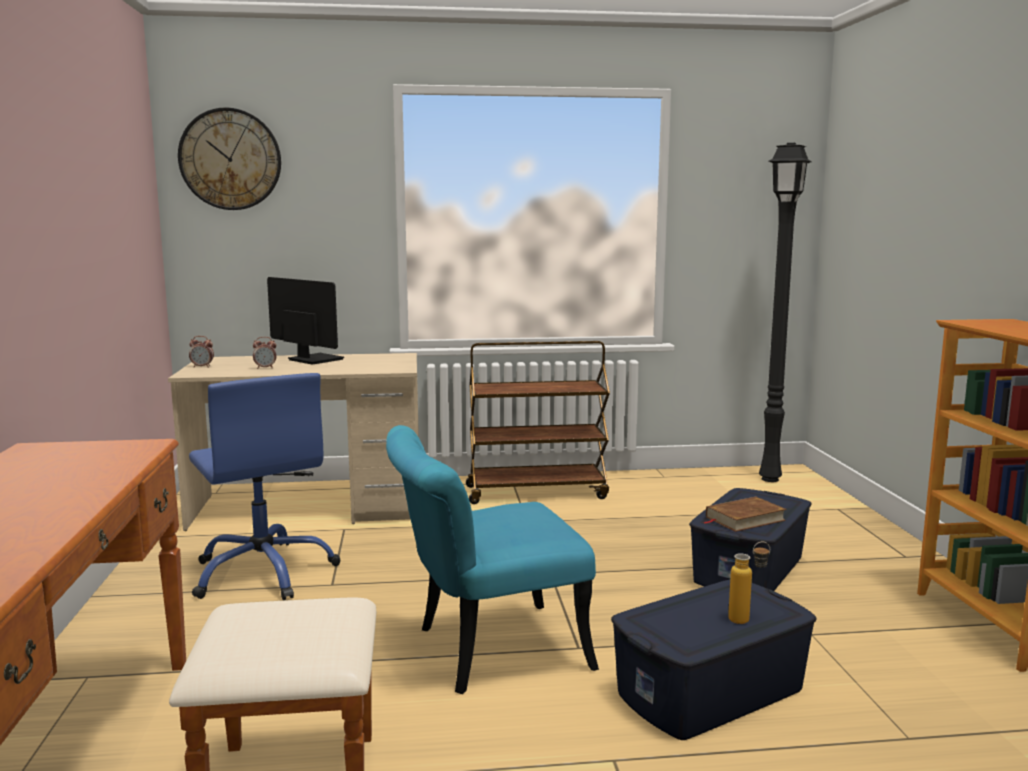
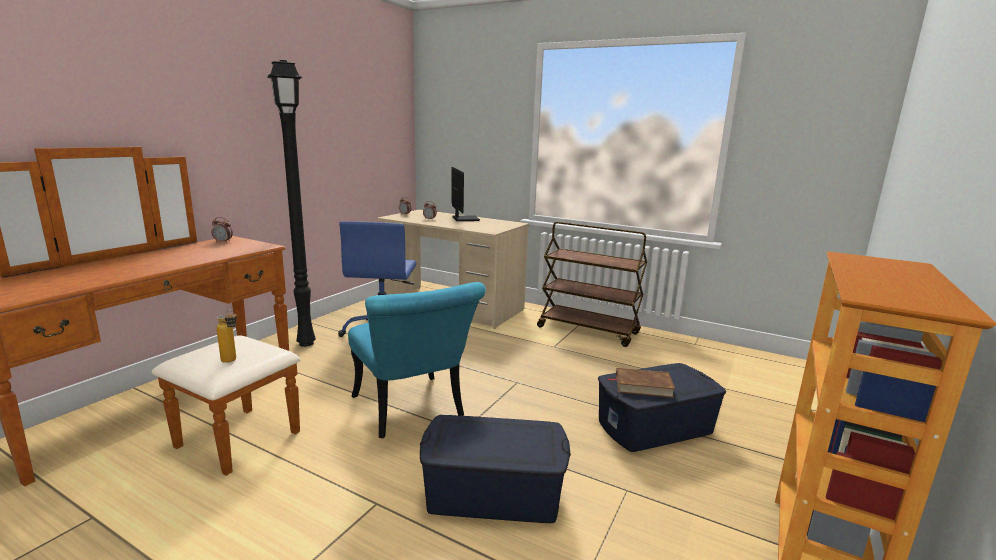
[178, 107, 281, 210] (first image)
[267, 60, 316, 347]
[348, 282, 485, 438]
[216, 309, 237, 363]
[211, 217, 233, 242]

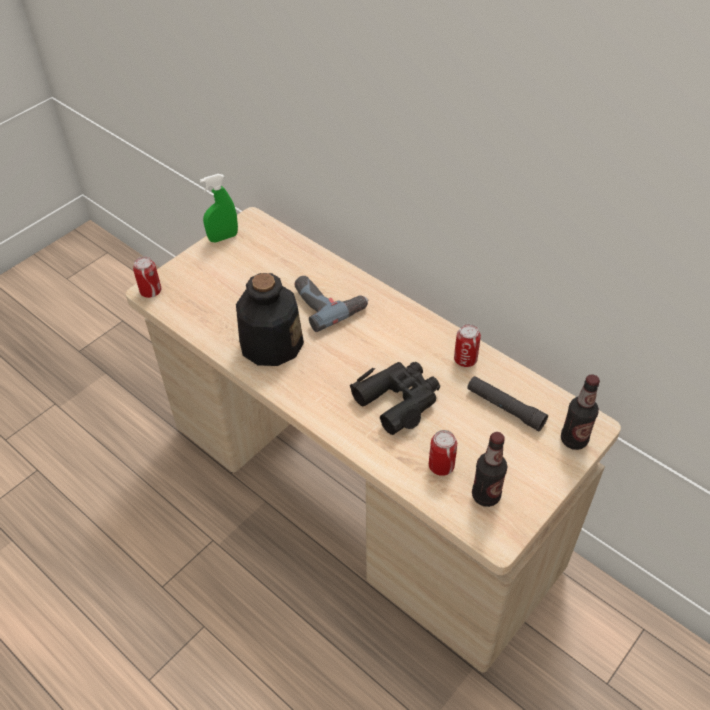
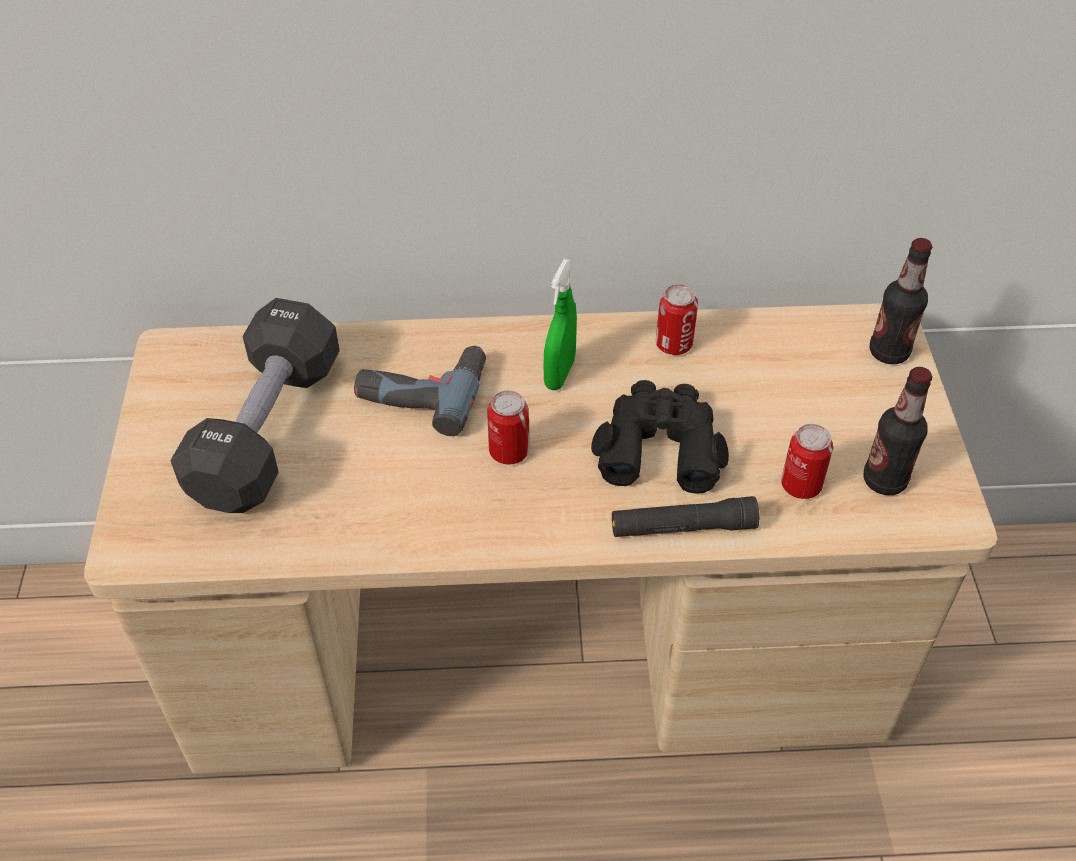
[543, 259, 577, 390]
[487, 390, 529, 465]
[236, 273, 304, 366] (first image)
[612, 496, 760, 537]
[171, 298, 340, 513]

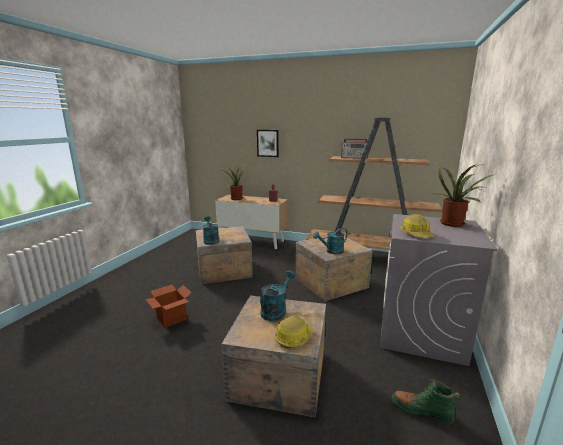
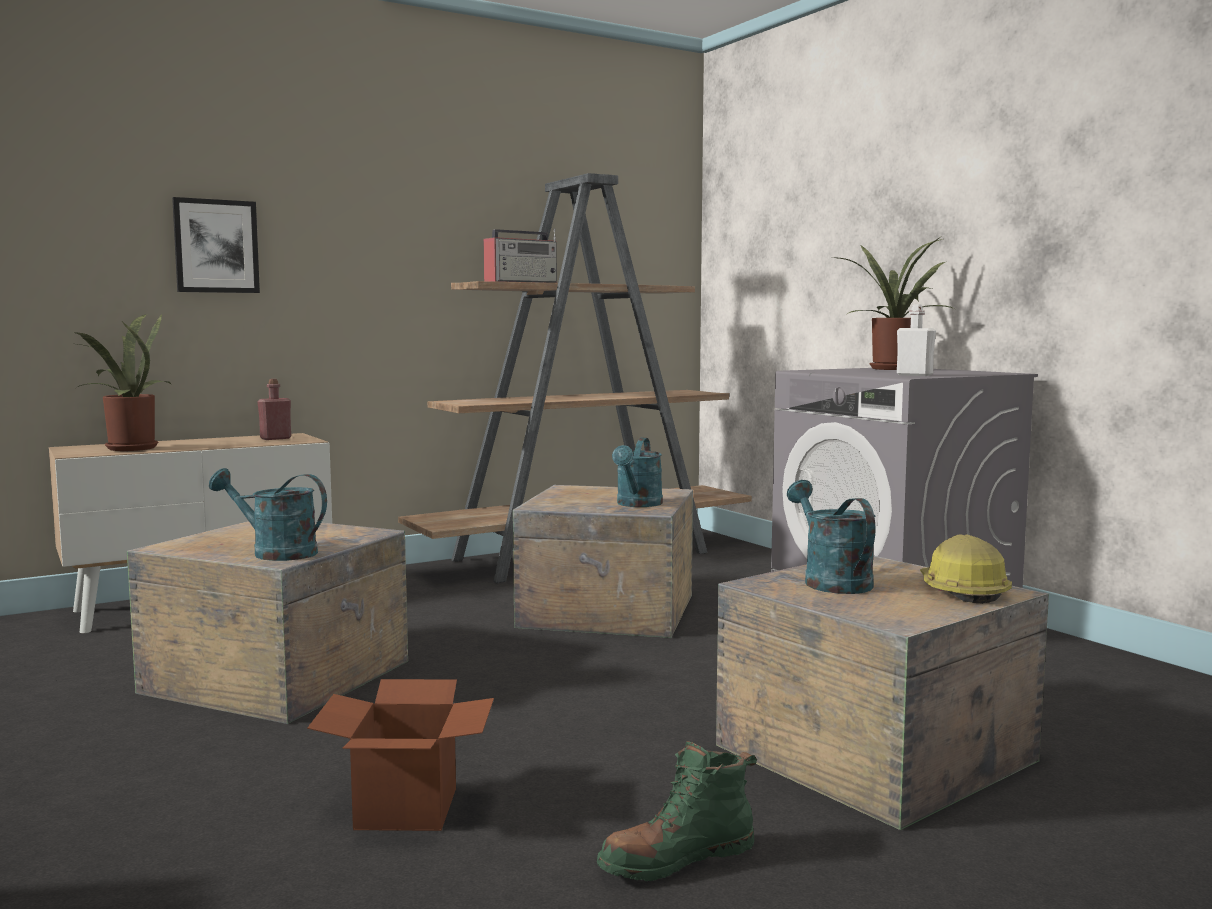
[897, 305, 936, 376]
[597, 741, 757, 881]

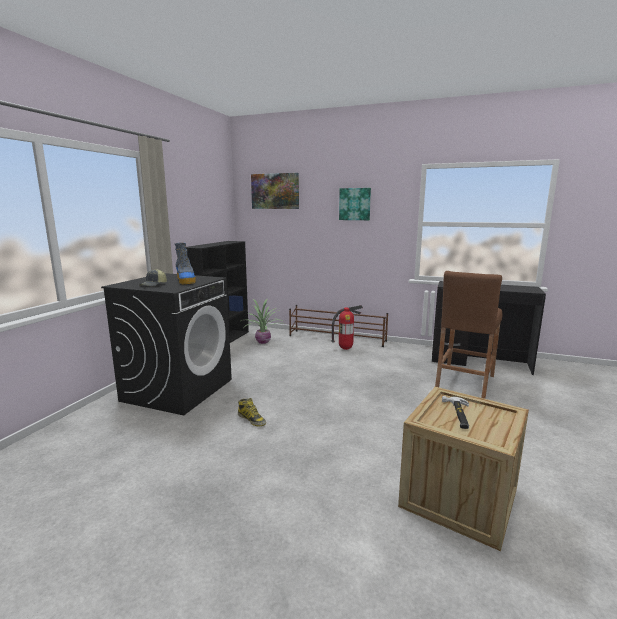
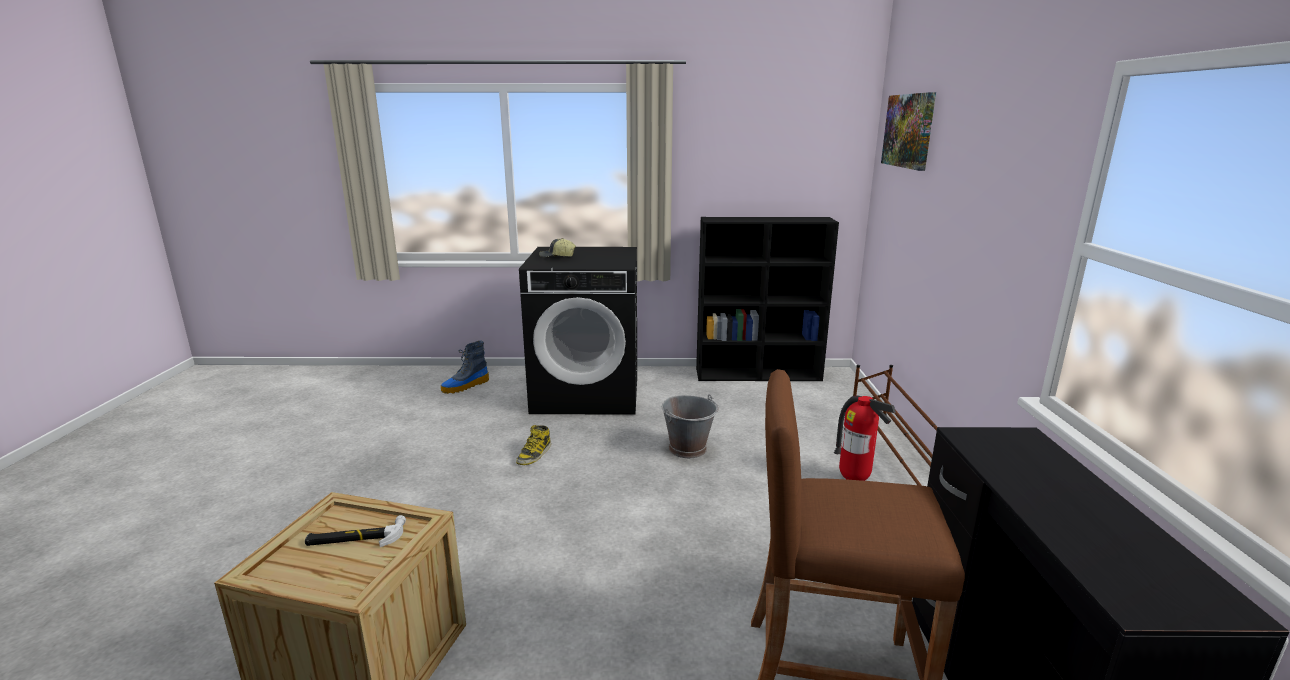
[339, 188, 371, 220] (first image)
[441, 341, 489, 394]
[241, 299, 285, 344] (first image)
[662, 394, 719, 458]

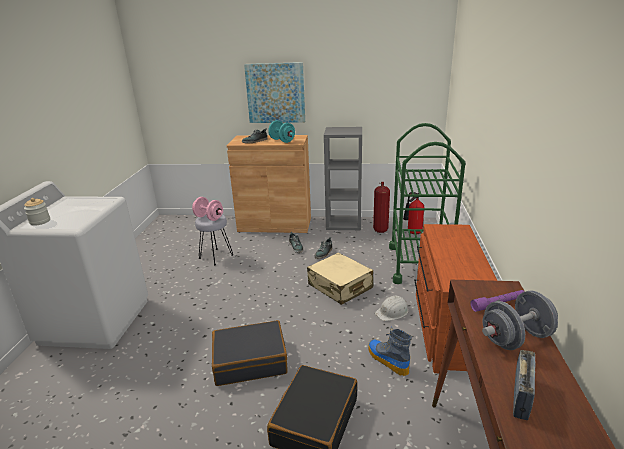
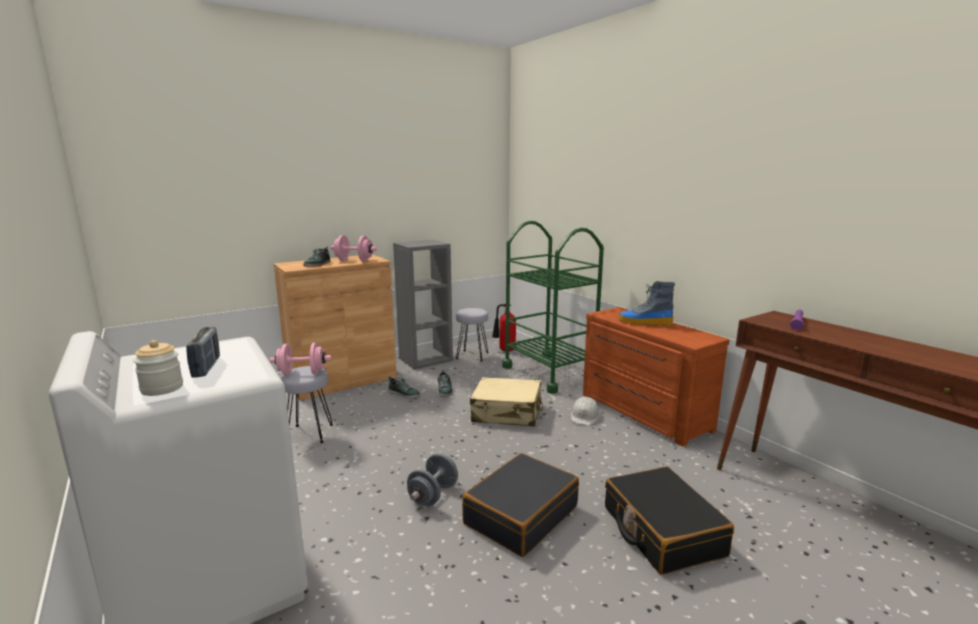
[244, 62, 305, 123] (first image)
[331, 235, 377, 261]
[456, 308, 489, 361]
[407, 453, 458, 506]
[619, 281, 675, 326]
[186, 327, 220, 378]

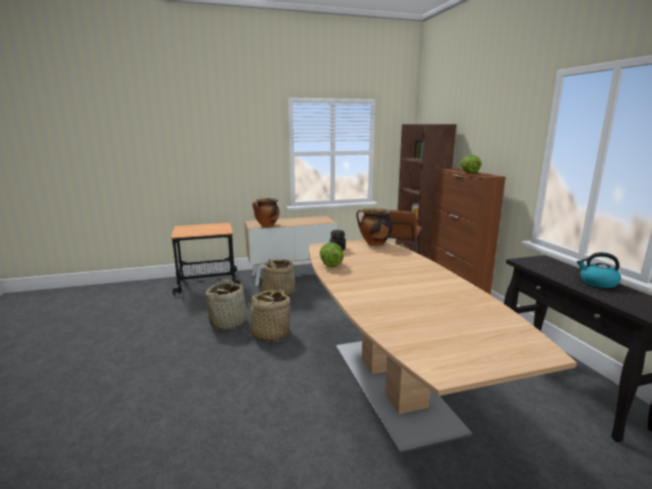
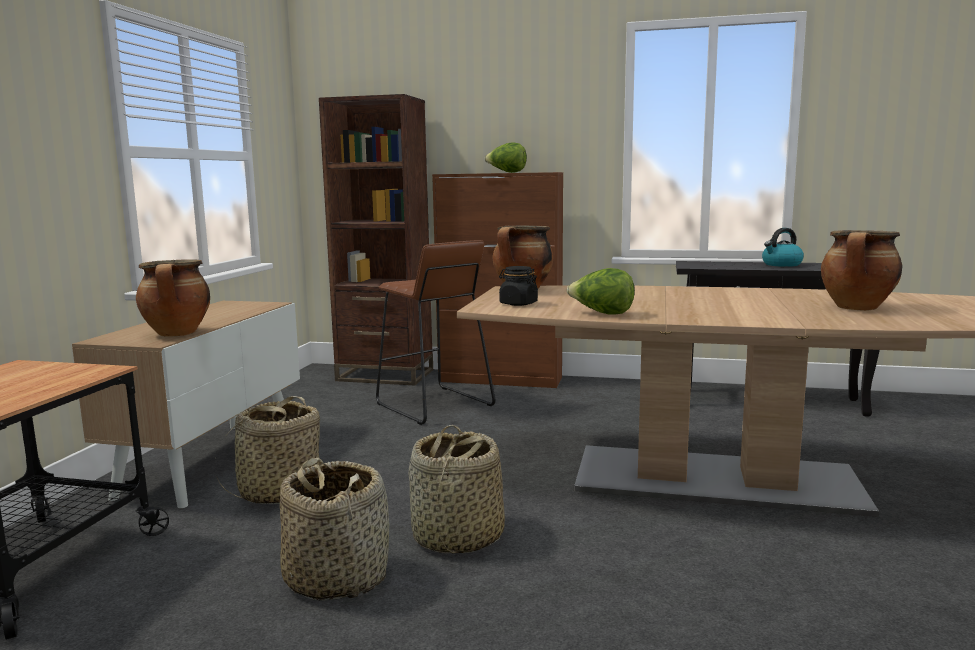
[821, 230, 902, 311]

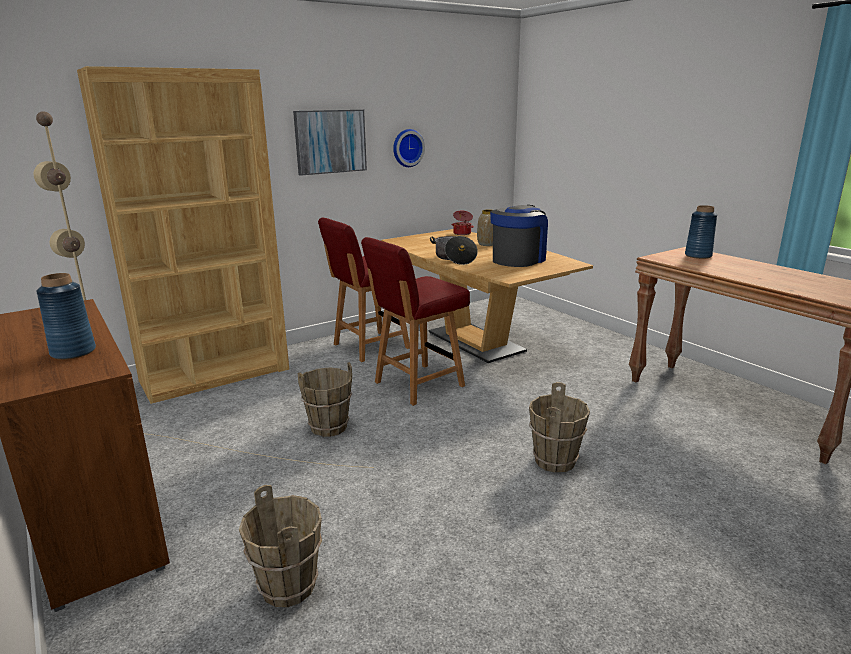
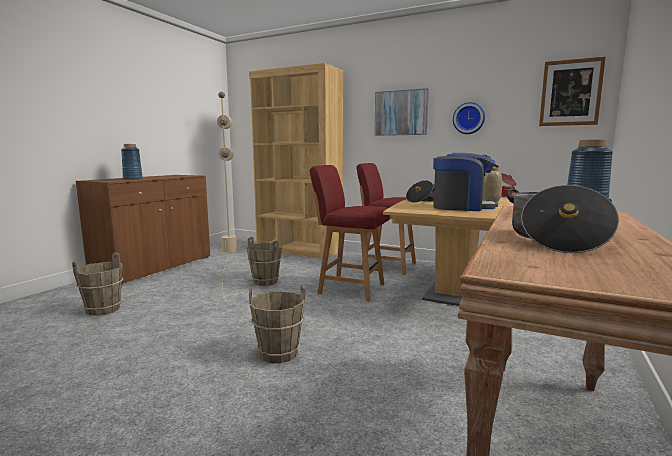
[539, 56, 606, 126]
[507, 185, 619, 253]

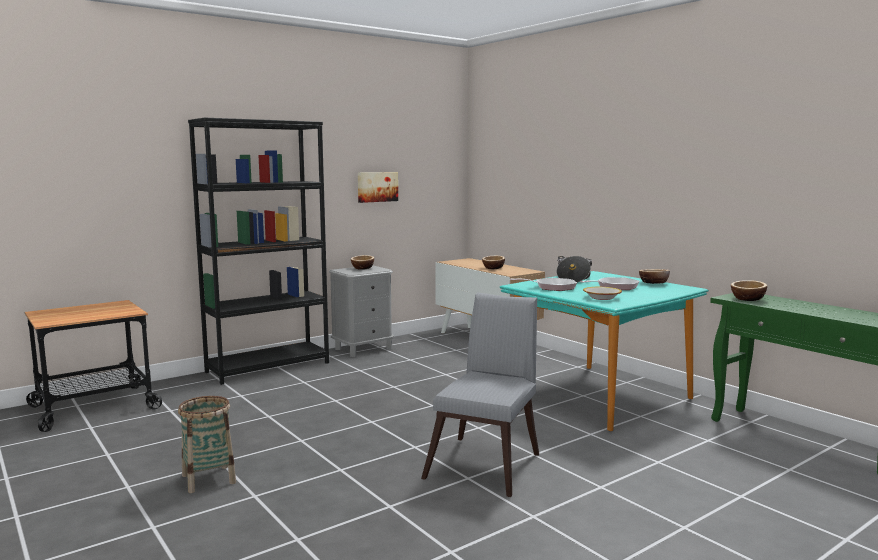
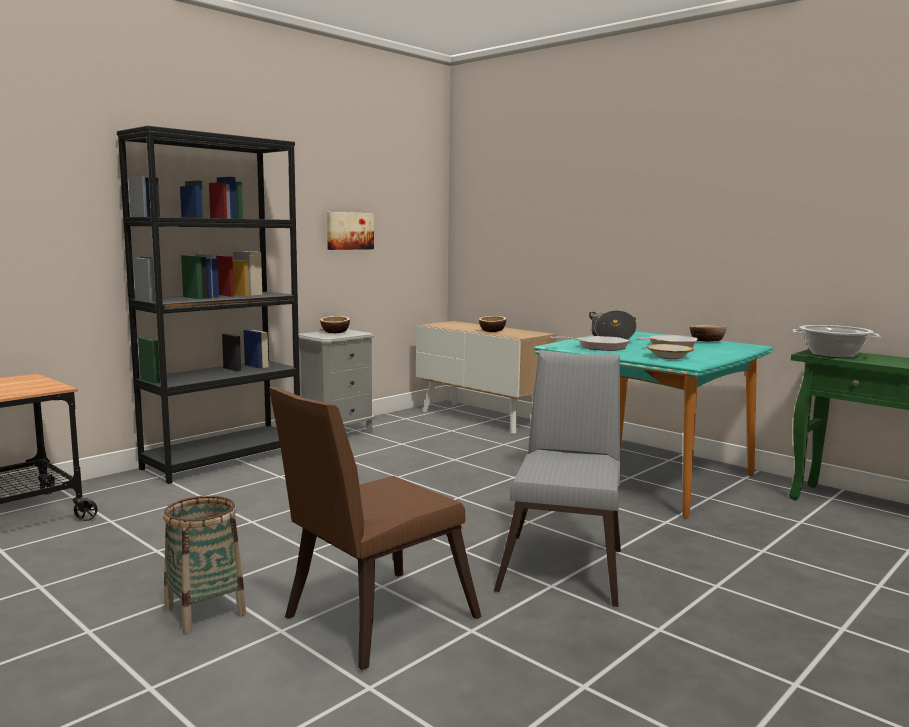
[793, 325, 881, 358]
[269, 387, 482, 670]

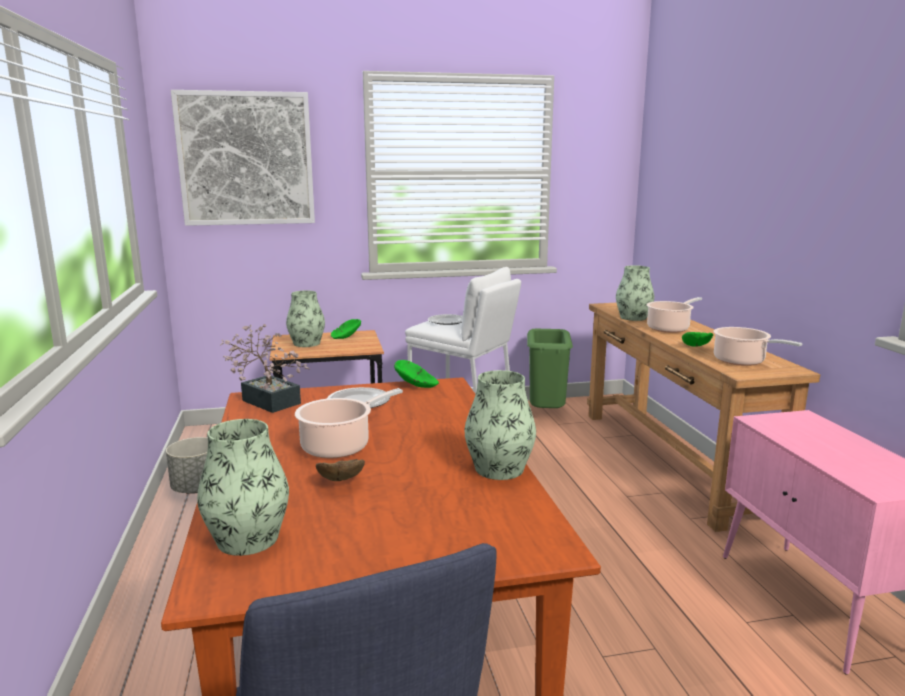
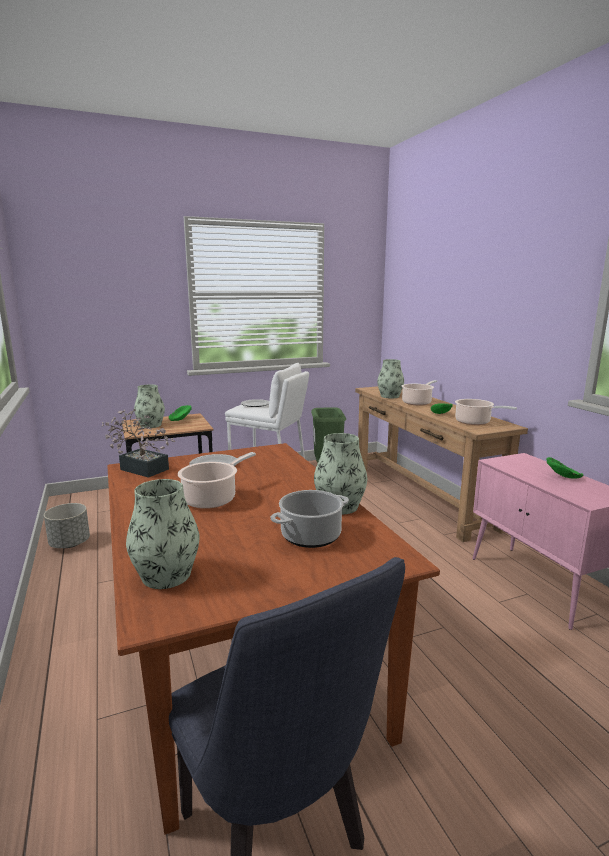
[171, 90, 315, 226] (first image)
[547, 457, 583, 479]
[316, 459, 365, 481] (first image)
[270, 490, 349, 548]

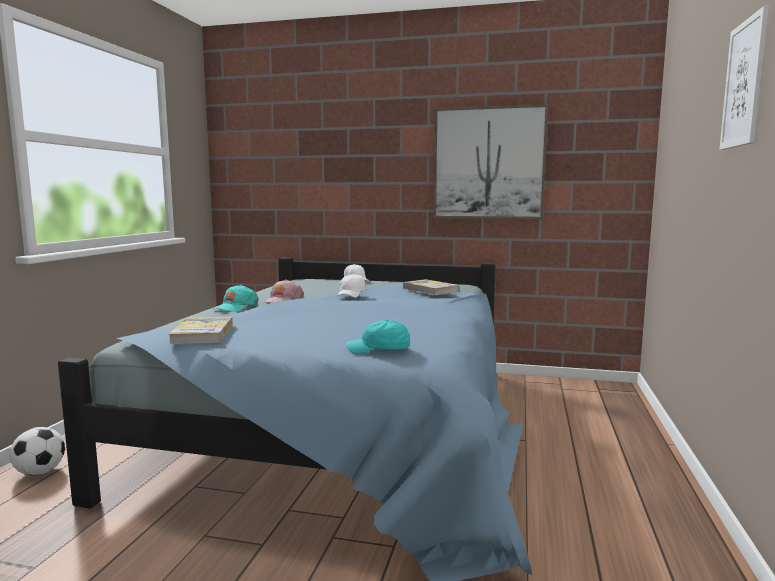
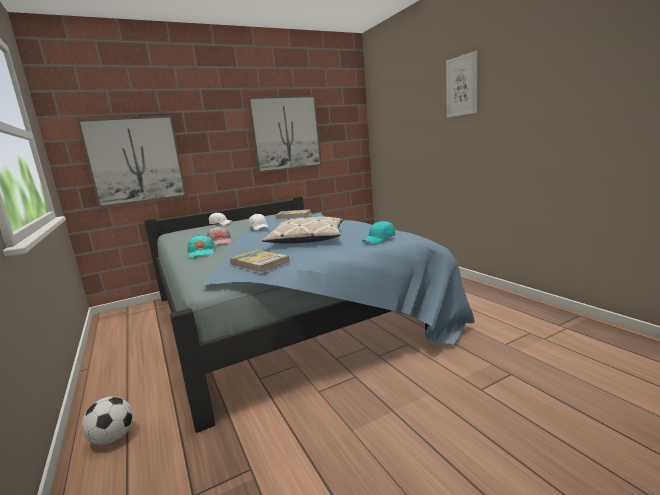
[77, 115, 187, 208]
[262, 216, 343, 244]

